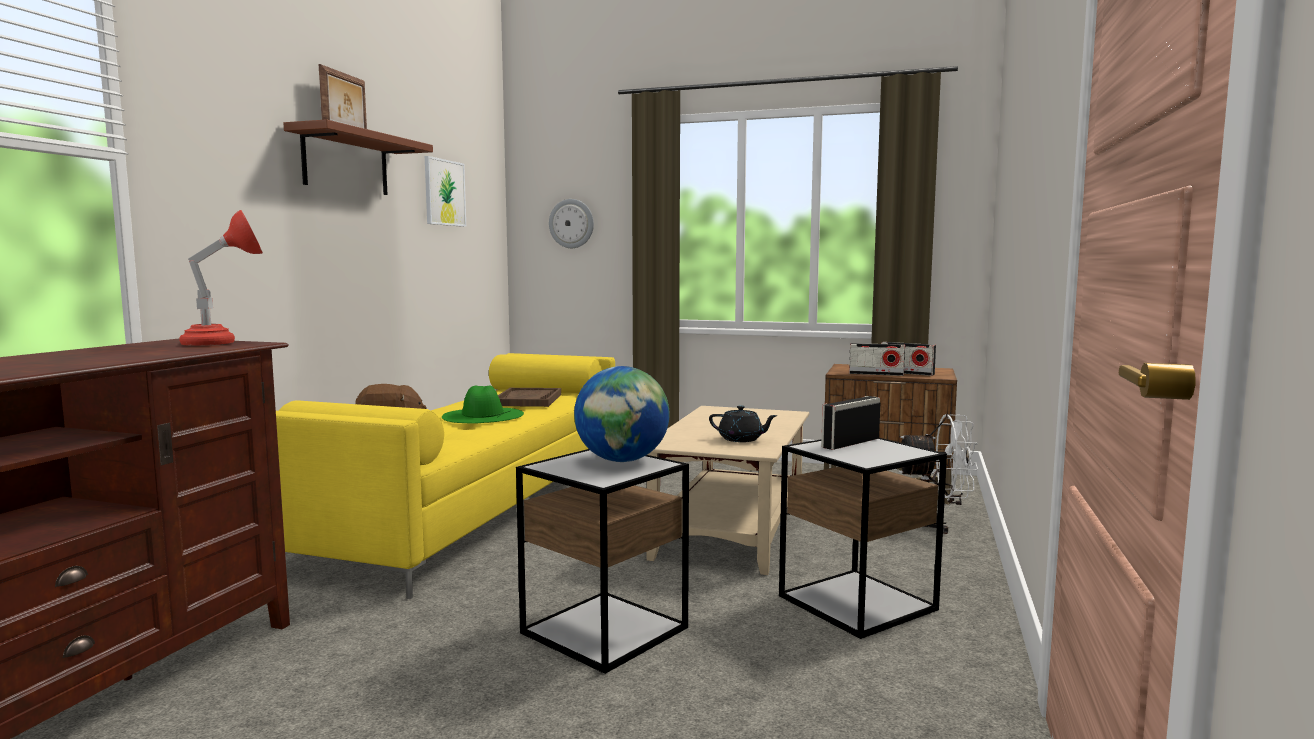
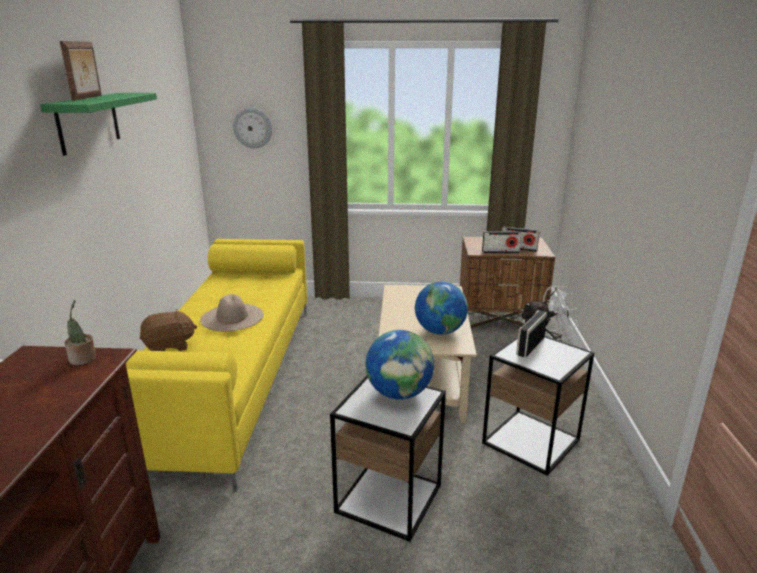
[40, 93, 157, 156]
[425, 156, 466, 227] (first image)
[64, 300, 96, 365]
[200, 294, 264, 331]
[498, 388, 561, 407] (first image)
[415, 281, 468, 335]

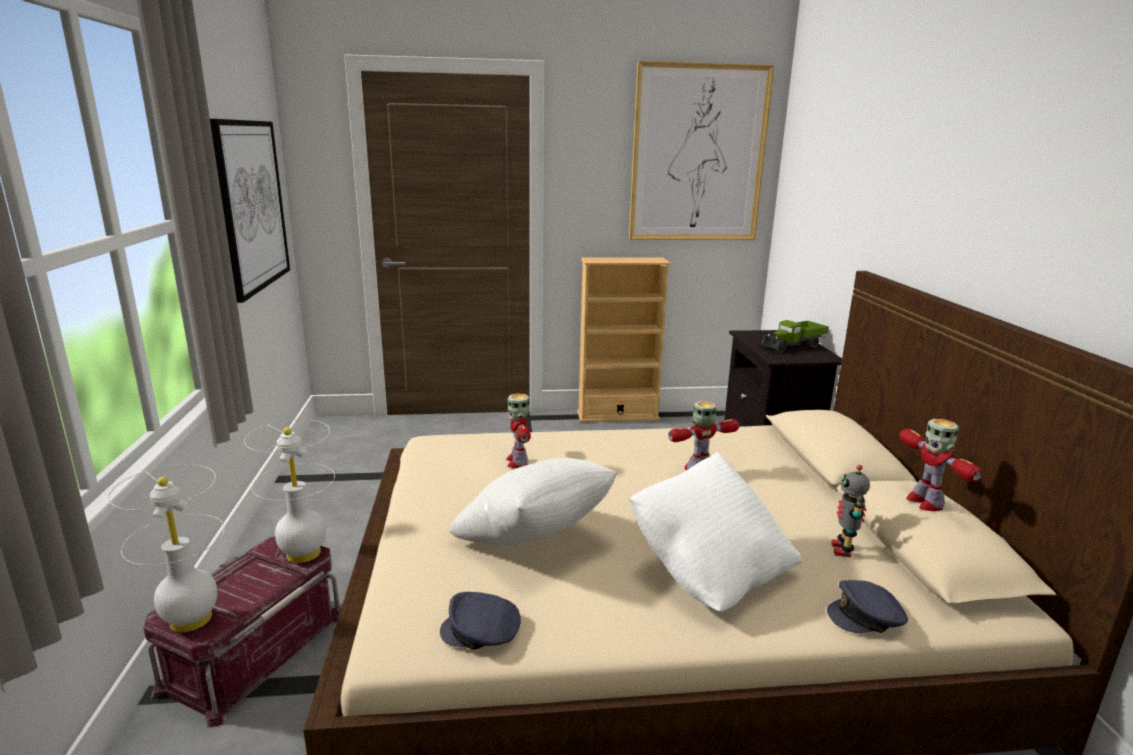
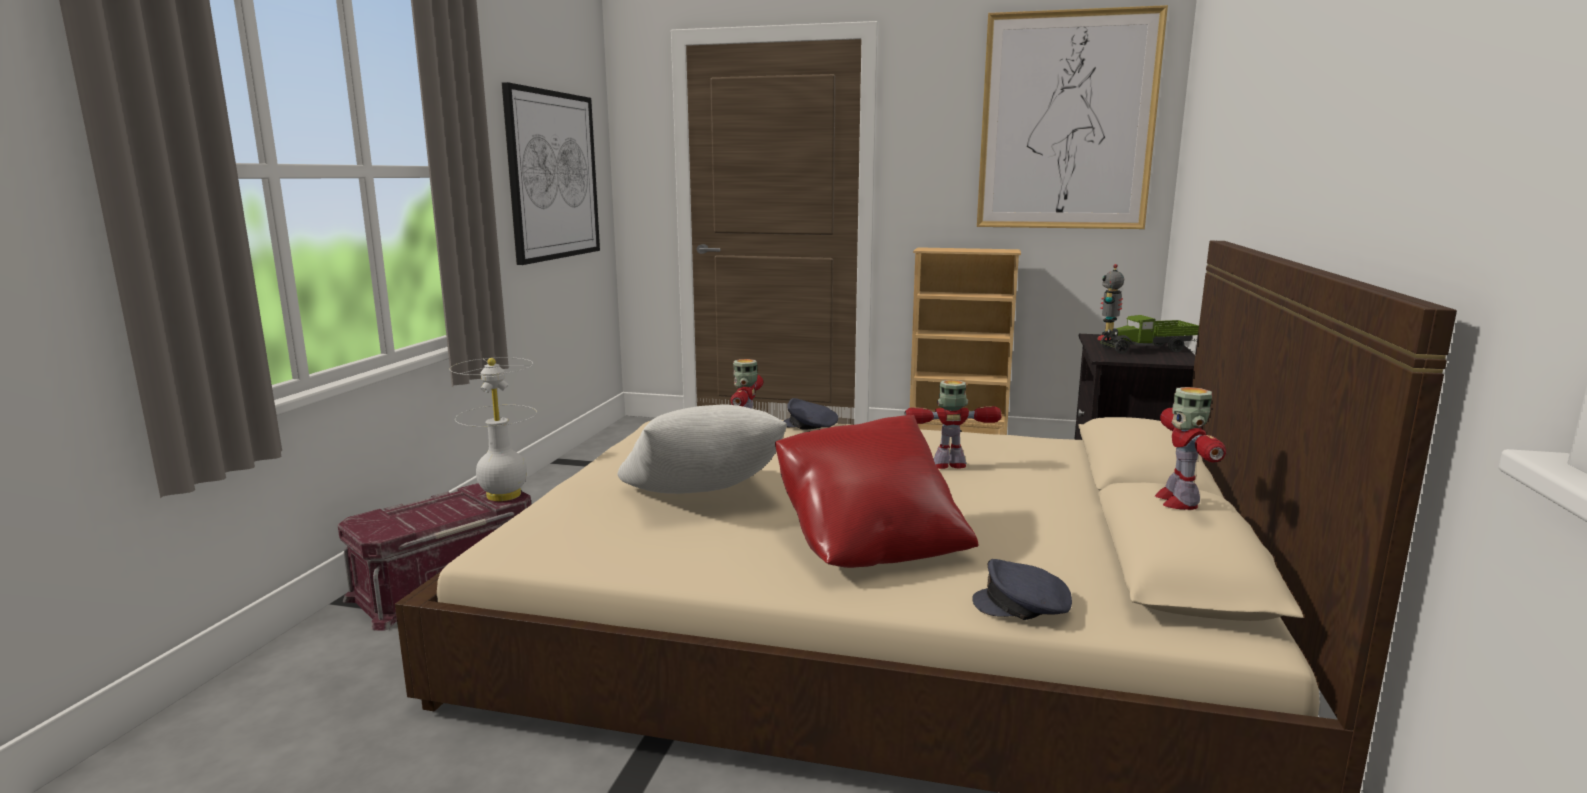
[775, 415, 979, 568]
[108, 464, 225, 632] (first image)
[1098, 264, 1124, 340]
[784, 398, 838, 429]

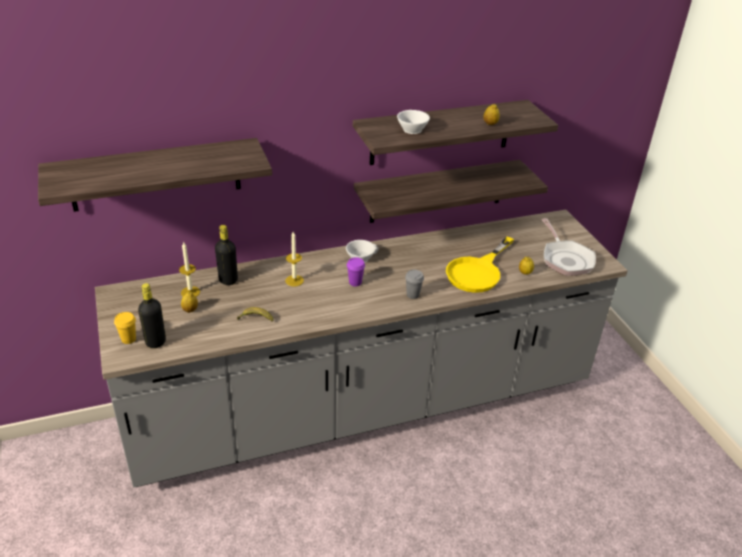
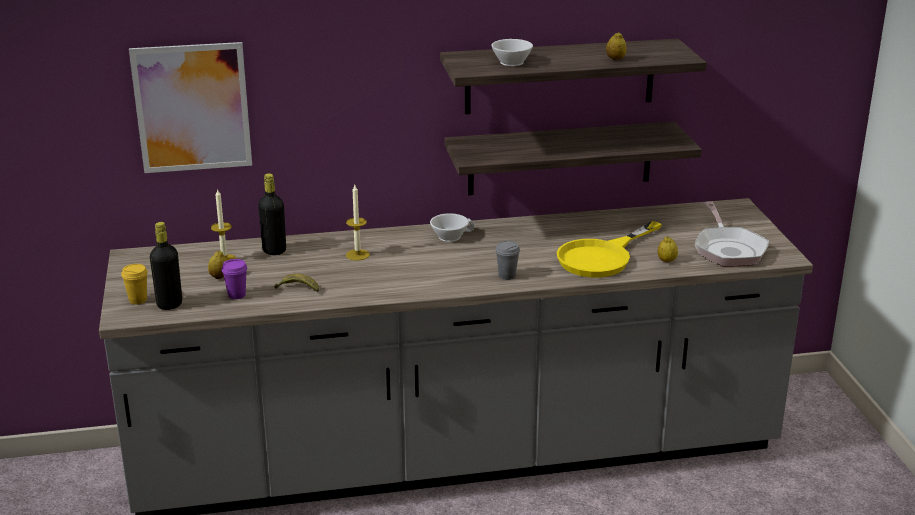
[129, 42, 252, 173]
[221, 259, 247, 299]

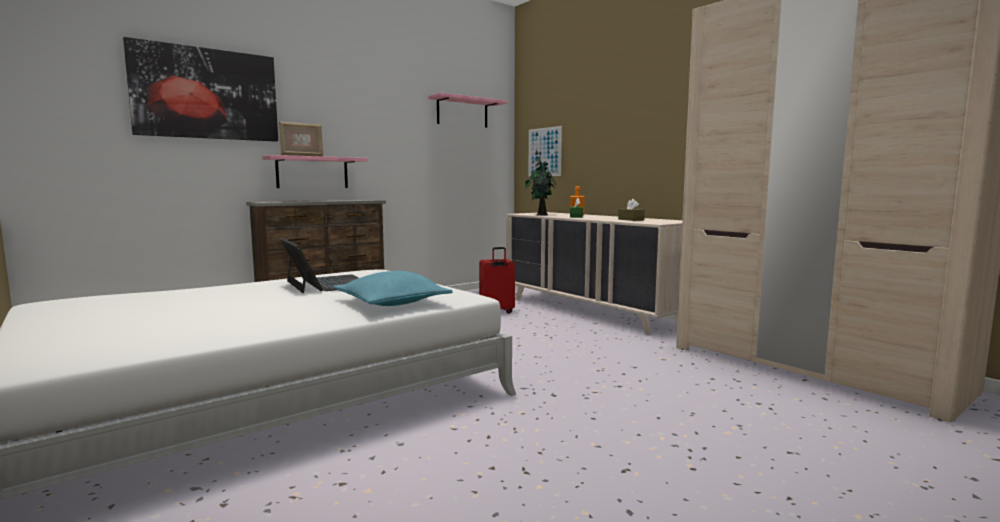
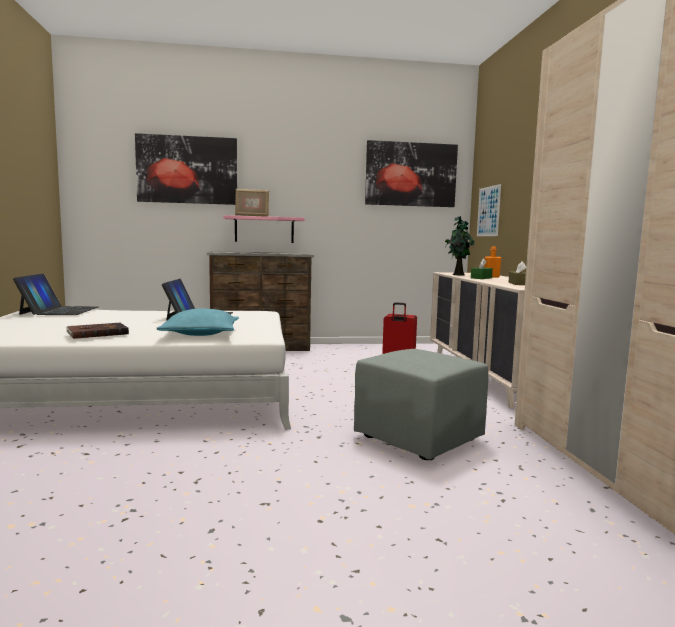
[365, 140, 458, 207]
[13, 274, 99, 315]
[66, 323, 129, 339]
[354, 349, 488, 460]

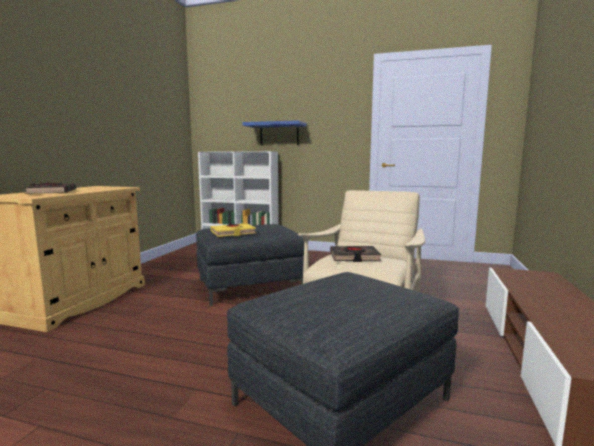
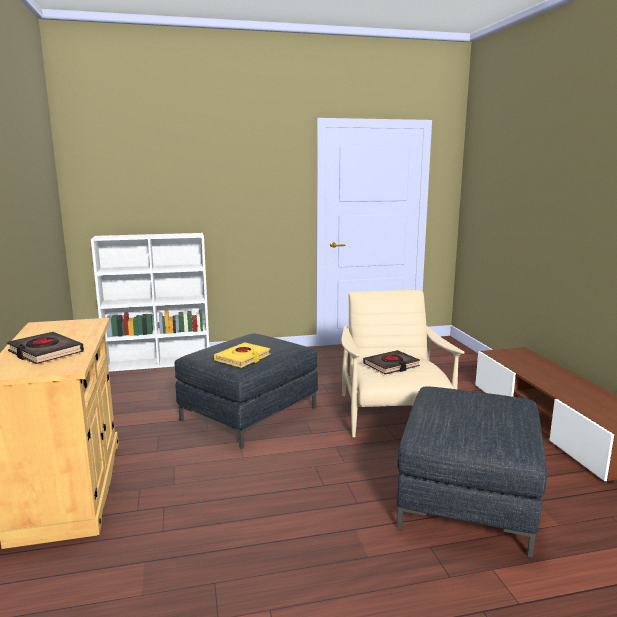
[242, 120, 306, 145] (first image)

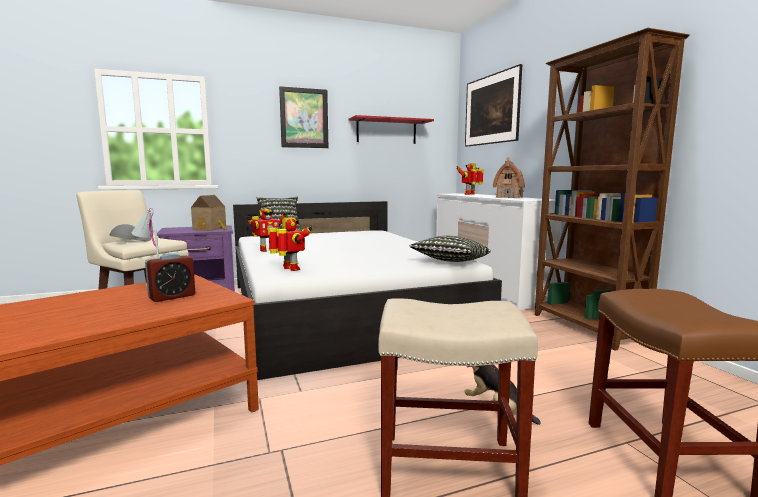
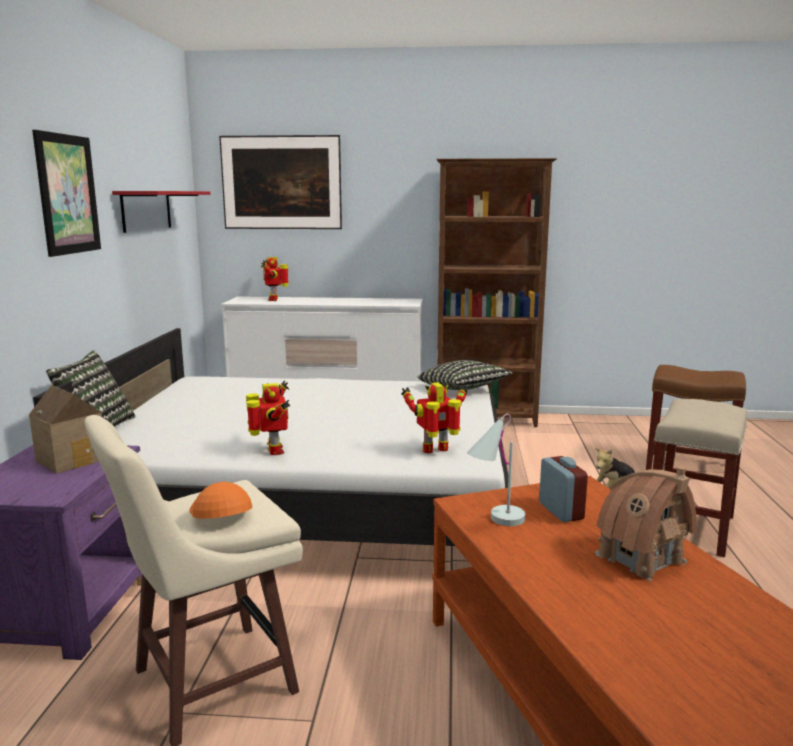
[595, 466, 697, 581]
[189, 482, 252, 519]

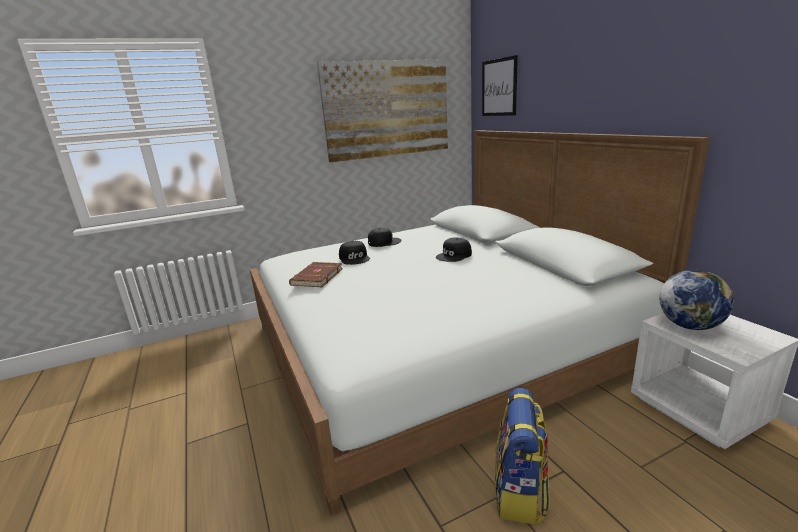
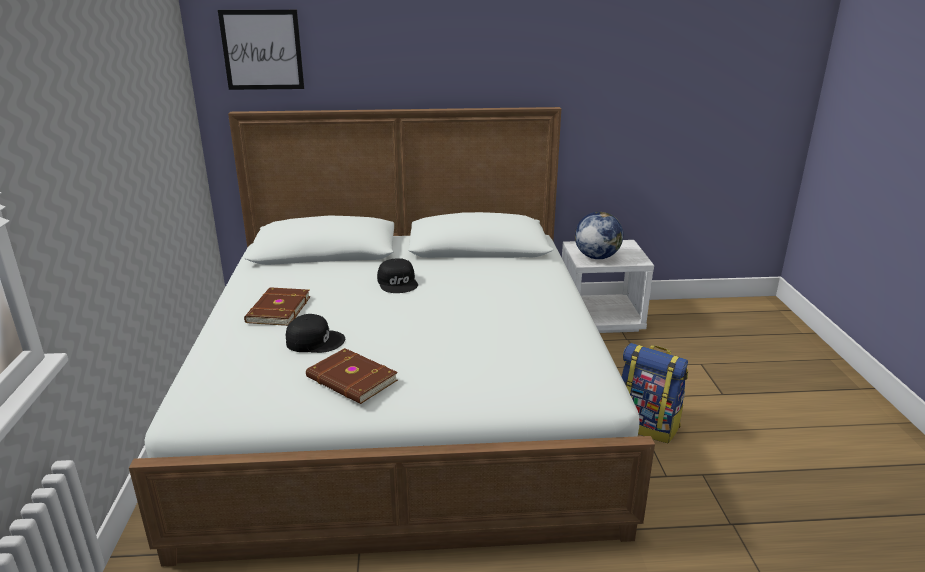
[317, 59, 448, 163] (first image)
[244, 287, 311, 326]

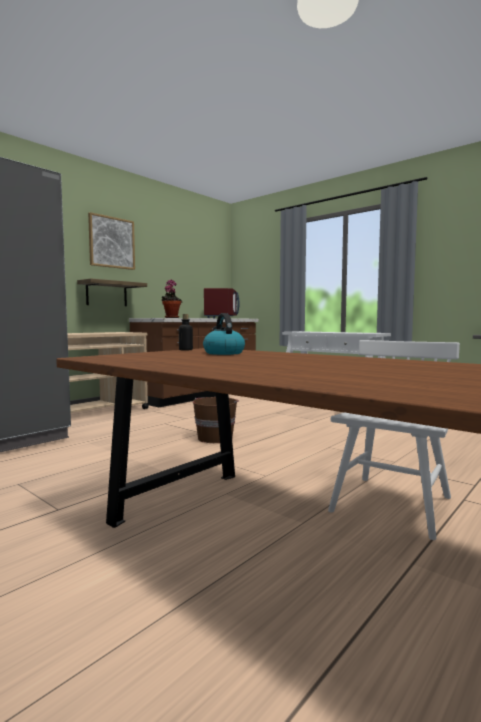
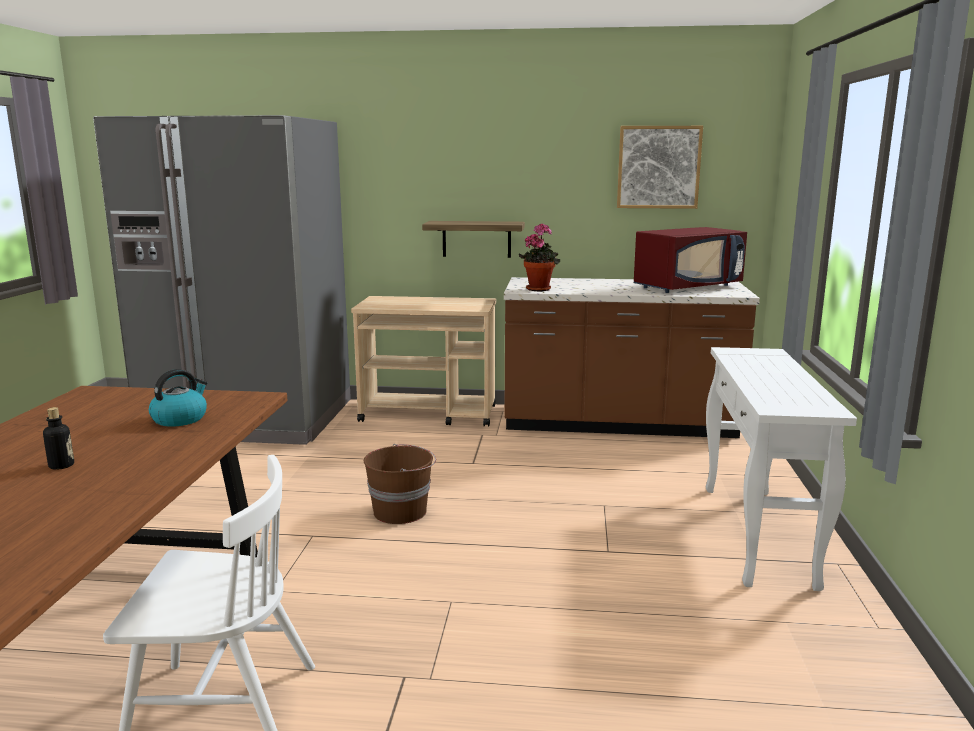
[617, 126, 703, 209]
[43, 407, 74, 470]

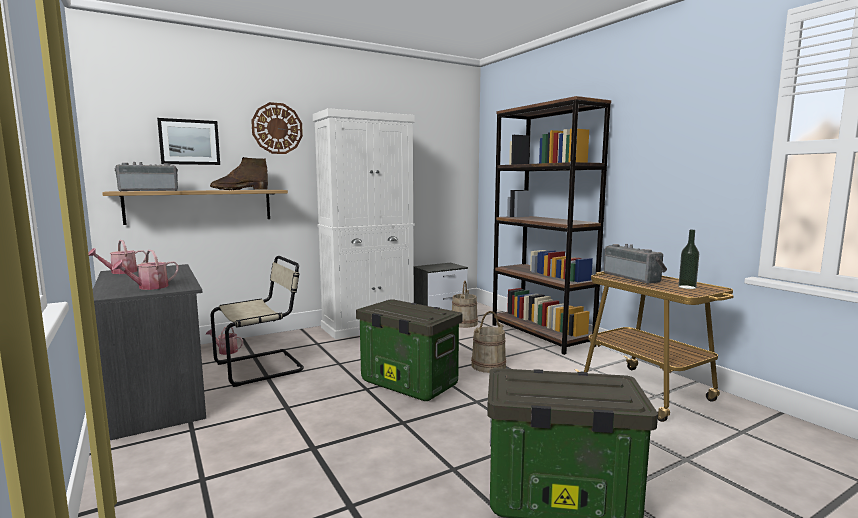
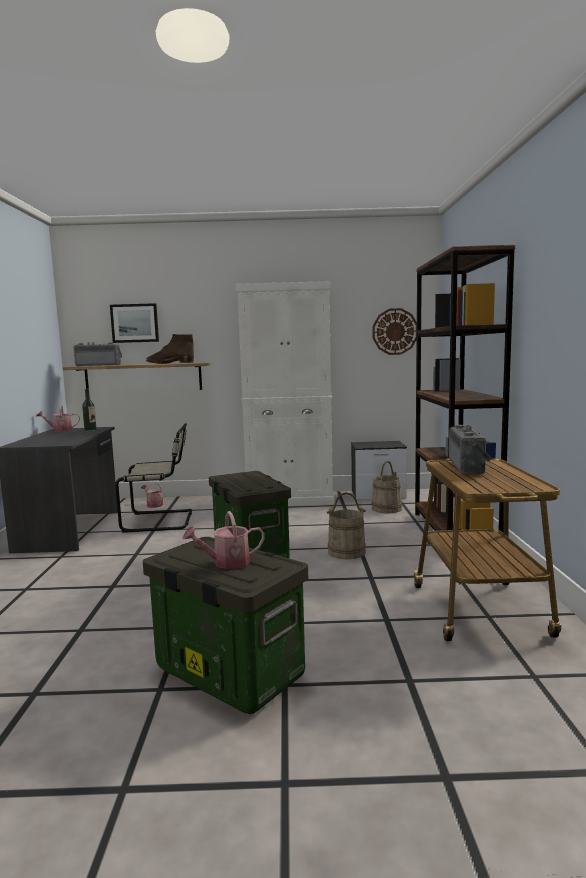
[373, 308, 417, 355]
[82, 389, 97, 432]
[183, 511, 265, 569]

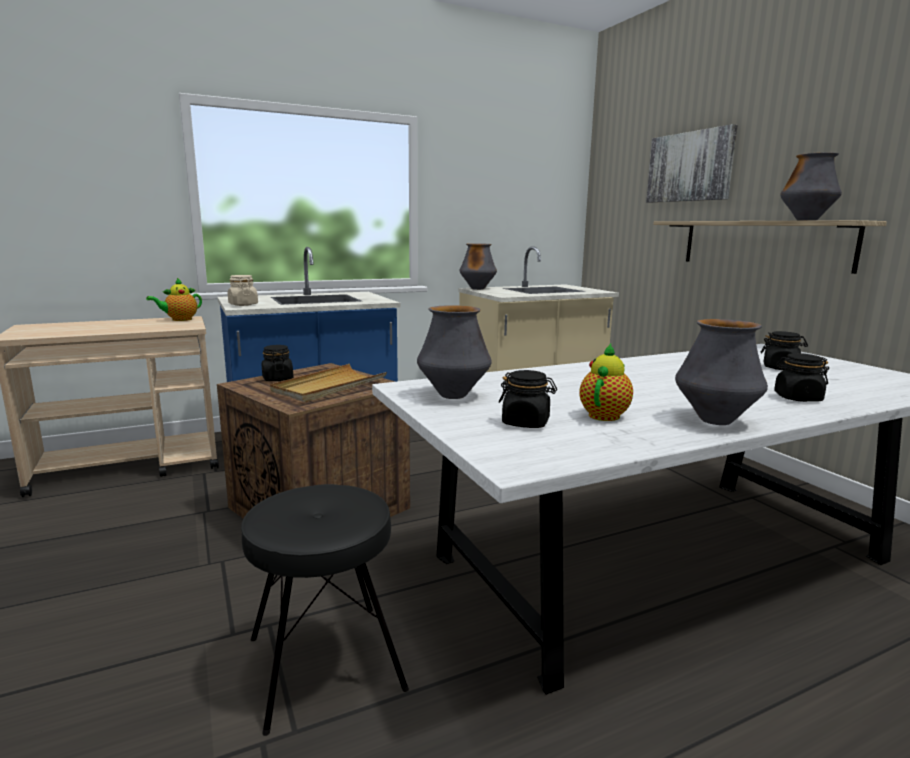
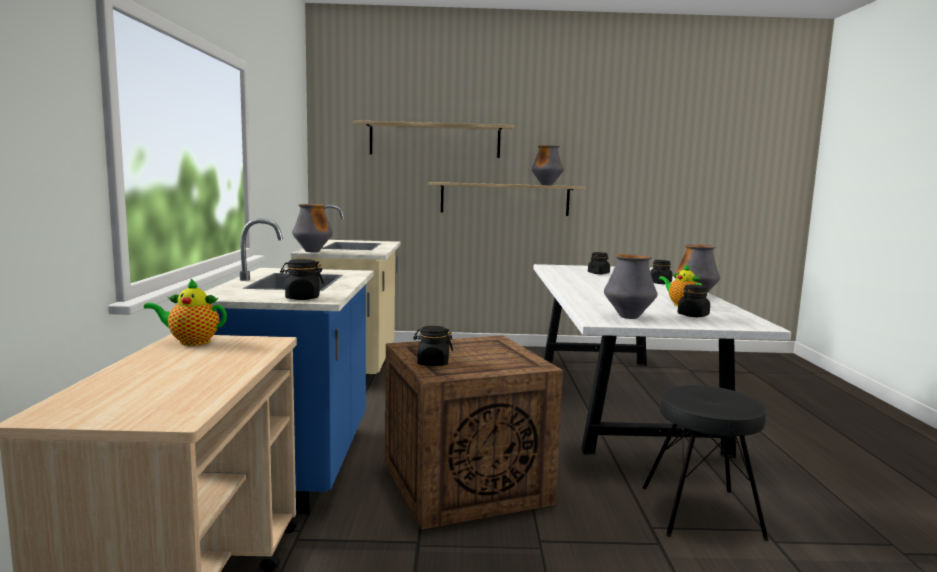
[353, 120, 514, 158]
[280, 259, 324, 300]
[144, 278, 227, 346]
[270, 364, 387, 402] (first image)

